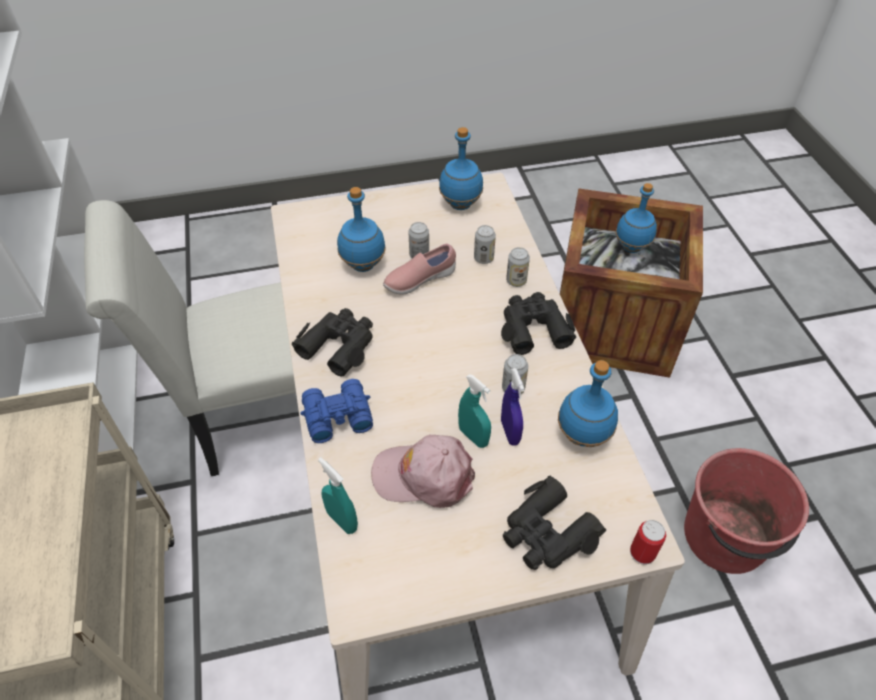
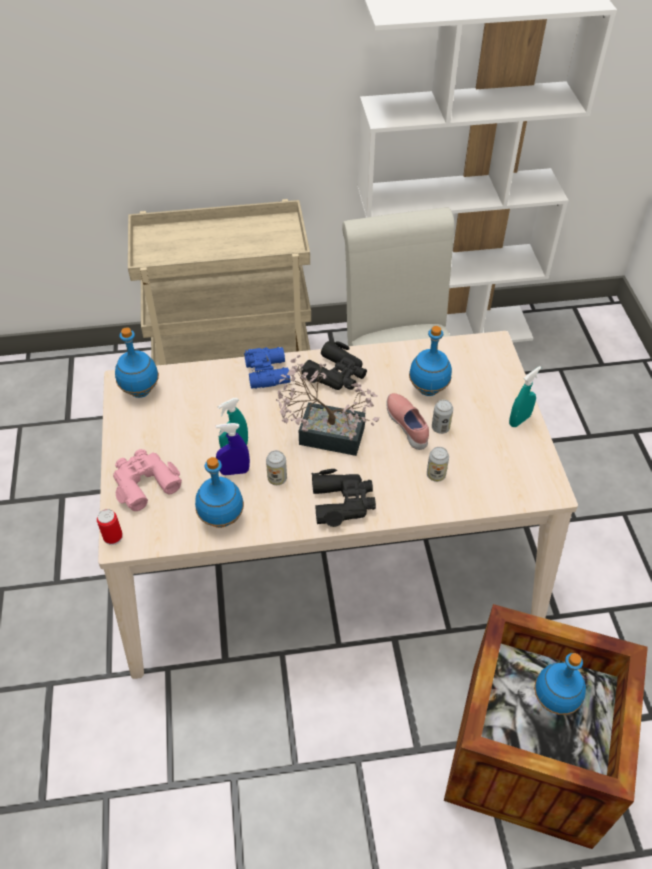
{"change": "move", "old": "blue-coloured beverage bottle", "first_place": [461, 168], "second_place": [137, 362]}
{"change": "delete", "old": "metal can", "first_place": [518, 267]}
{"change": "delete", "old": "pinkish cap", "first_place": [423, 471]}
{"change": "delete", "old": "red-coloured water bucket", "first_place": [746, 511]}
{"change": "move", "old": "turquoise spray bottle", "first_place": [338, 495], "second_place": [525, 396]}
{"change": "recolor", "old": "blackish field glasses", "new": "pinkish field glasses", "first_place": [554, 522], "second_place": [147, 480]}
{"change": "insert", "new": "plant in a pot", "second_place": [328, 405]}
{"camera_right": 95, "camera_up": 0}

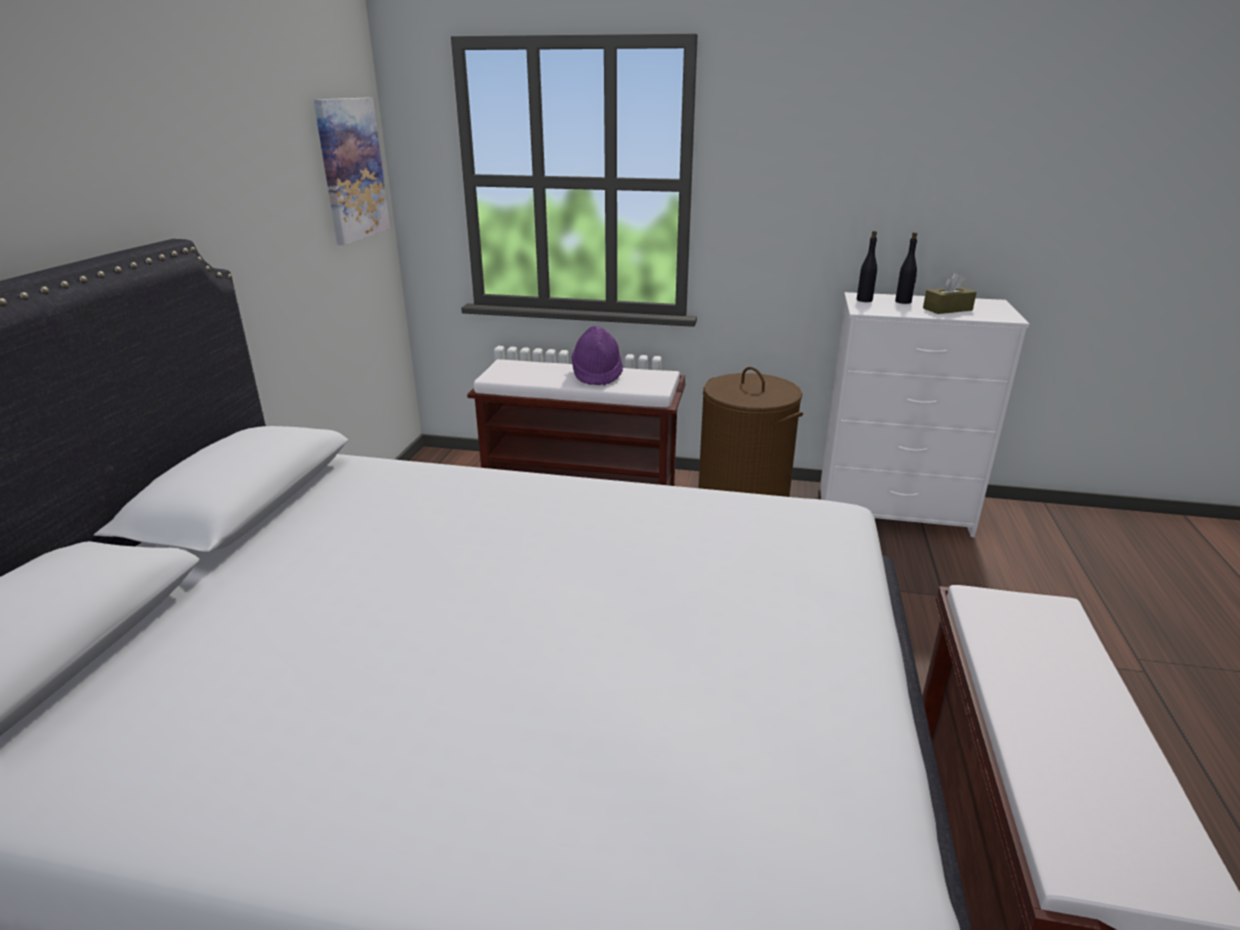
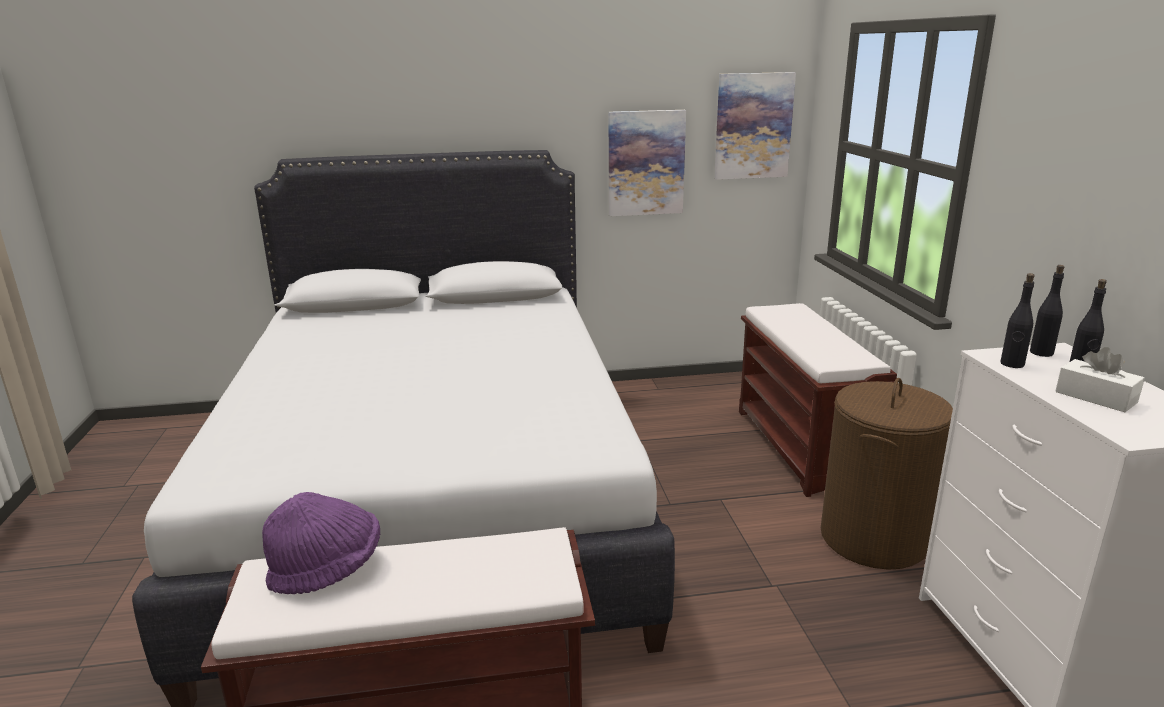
{"change": "recolor", "old": "brown-coloured tissue holder", "new": "white tissue holder", "first_place": [950, 293], "second_place": [1100, 379]}
{"change": "move", "old": "purplish wearable hat", "first_place": [597, 356], "second_place": [321, 543]}
{"change": "insert", "new": "wall picture", "second_place": [647, 163]}
{"change": "insert", "new": "blackish beverage bottle", "second_place": [1017, 320]}
{"camera_right": 70, "camera_up": -5}

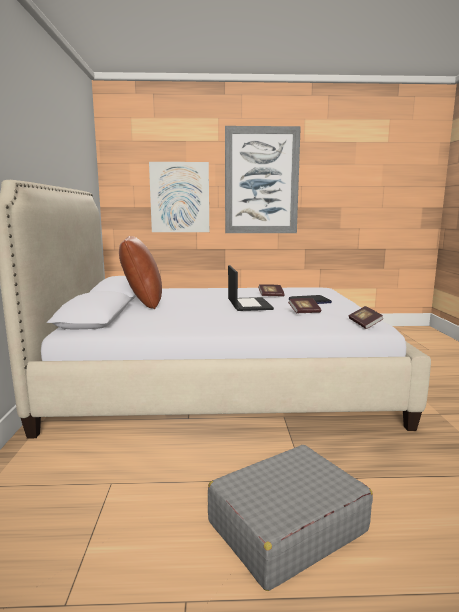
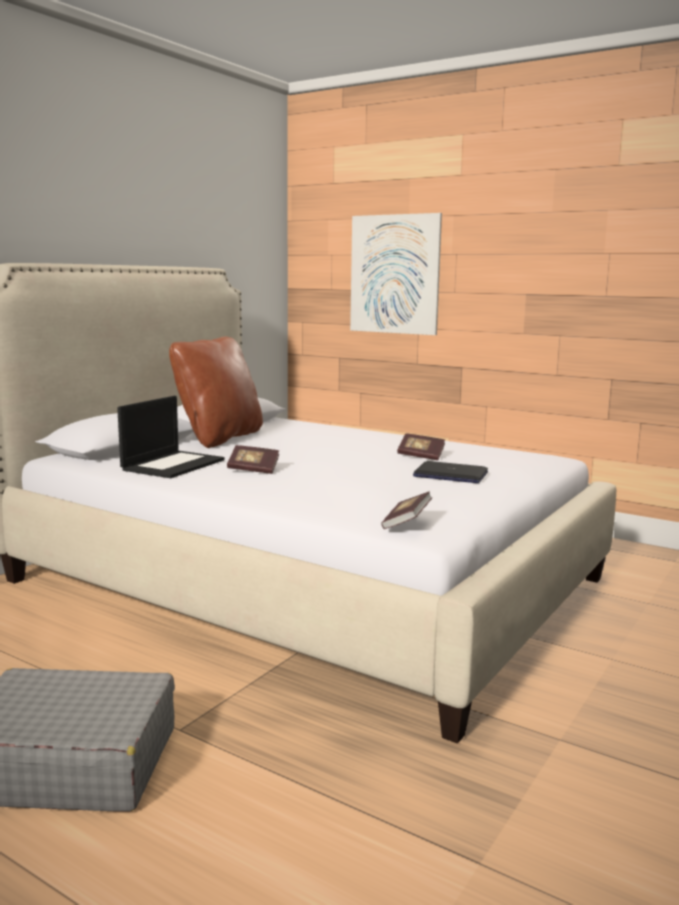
{"change": "delete", "old": "wall picture", "first_place": [263, 179]}
{"change": "move", "old": "laptop", "first_place": [251, 288], "second_place": [171, 437]}
{"change": "move", "old": "volume", "first_place": [305, 305], "second_place": [253, 459]}
{"camera_right": 35, "camera_up": 0}

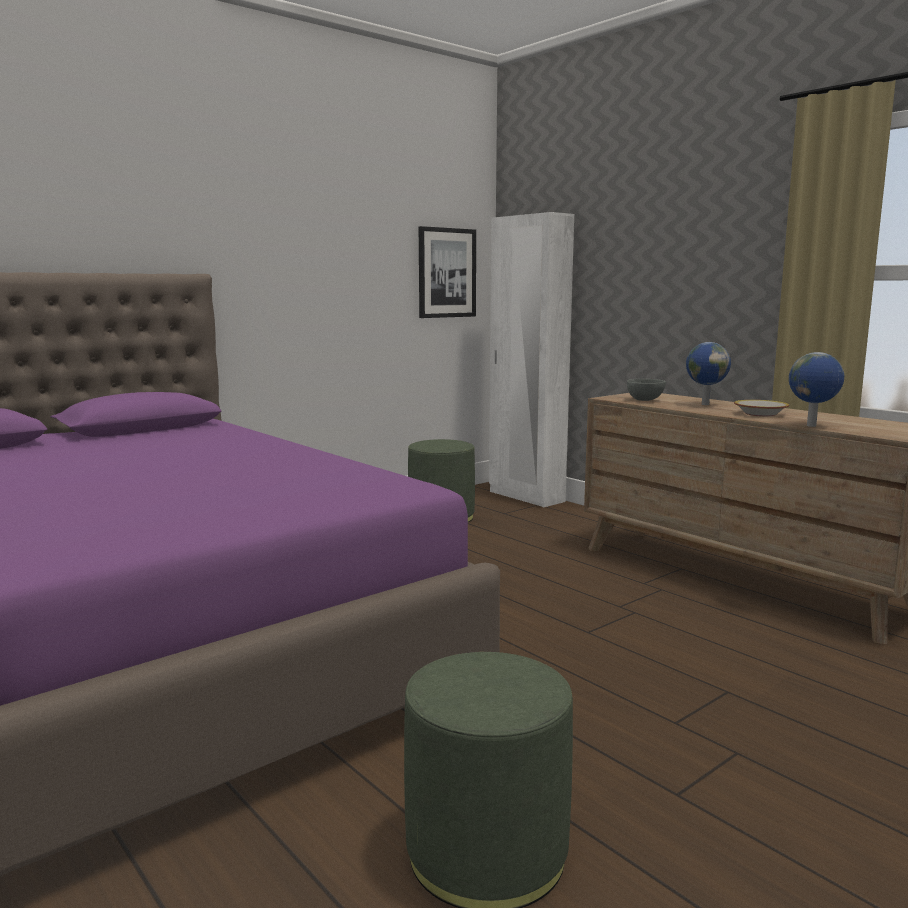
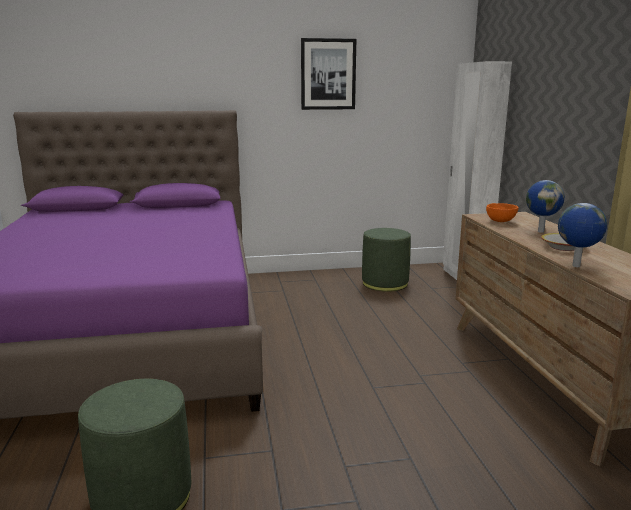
{"change": "move", "old": "wall picture", "first_place": [447, 272], "second_place": [328, 74]}
{"change": "recolor", "old": "grey bowl", "new": "orange bowl", "first_place": [646, 390], "second_place": [502, 212]}
{"camera_right": 30, "camera_up": 5}

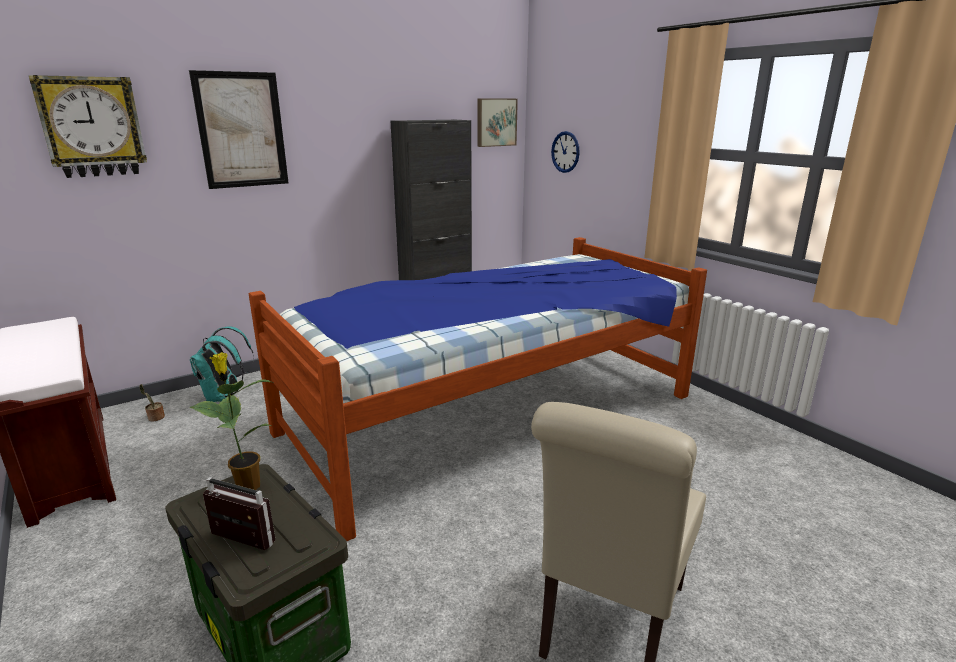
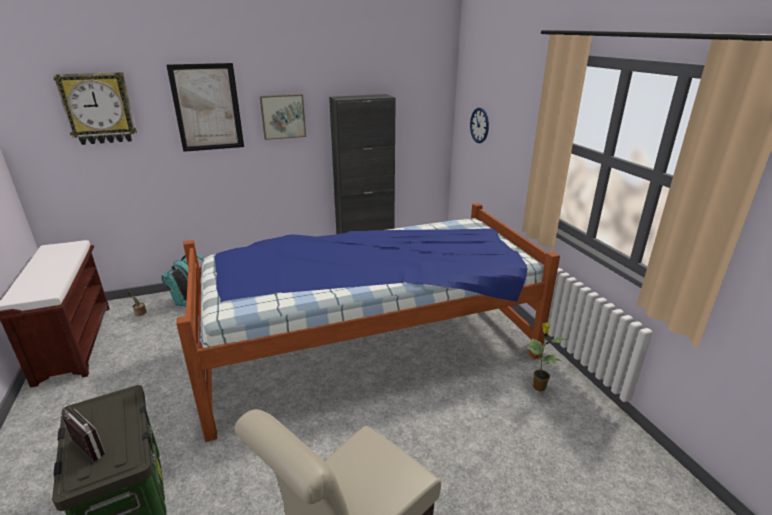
{"change": "move", "old": "wall picture", "first_place": [498, 122], "second_place": [283, 117]}
{"change": "move", "old": "plant in a pot", "first_place": [230, 421], "second_place": [546, 357]}
{"camera_right": 15, "camera_up": 5}

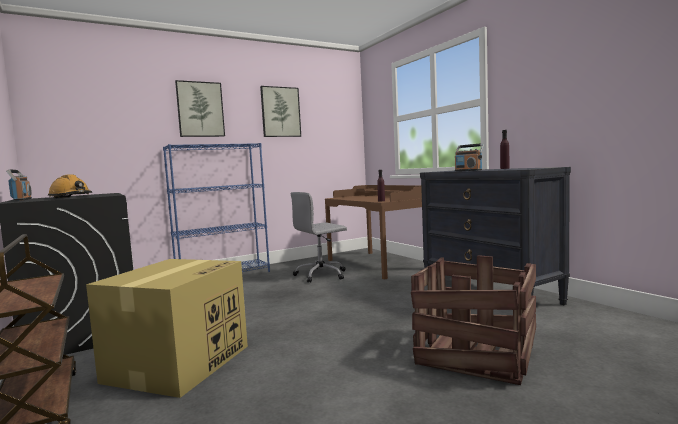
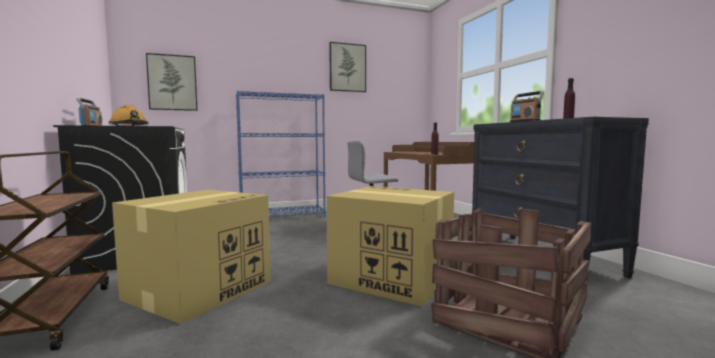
{"change": "move", "old": "wall picture", "first_place": [200, 108], "second_place": [172, 82]}
{"change": "insert", "new": "cardboard box", "second_place": [390, 246]}
{"camera_right": 10, "camera_up": 0}

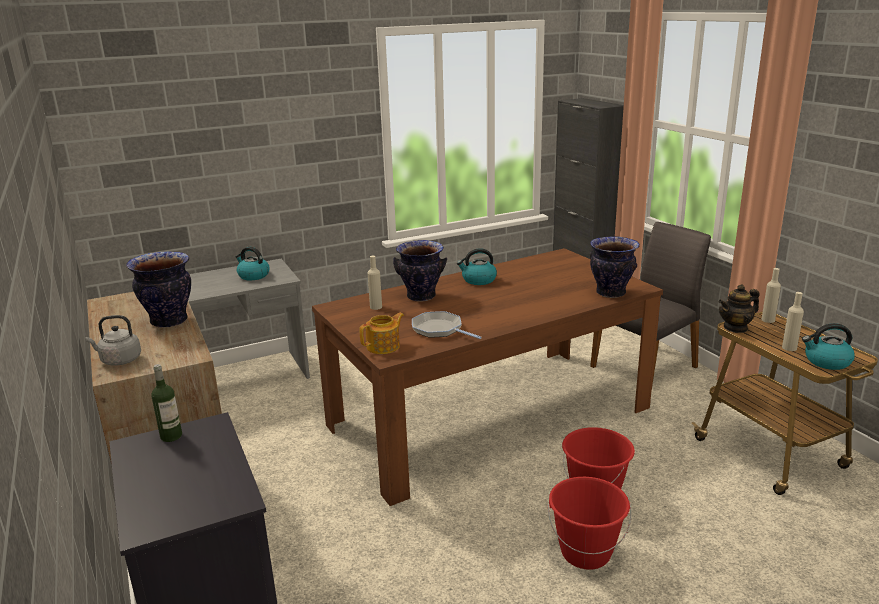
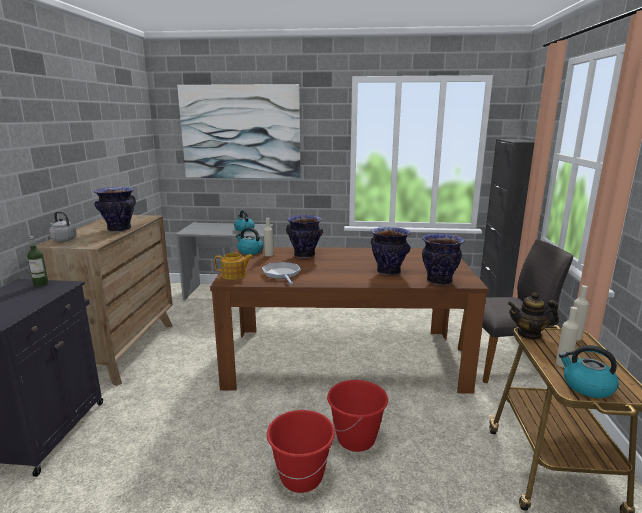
{"change": "move", "old": "water kettle", "first_place": [477, 266], "second_place": [249, 241]}
{"change": "insert", "new": "wall picture", "second_place": [239, 131]}
{"change": "insert", "new": "vase", "second_place": [391, 251]}
{"camera_right": 30, "camera_up": -5}

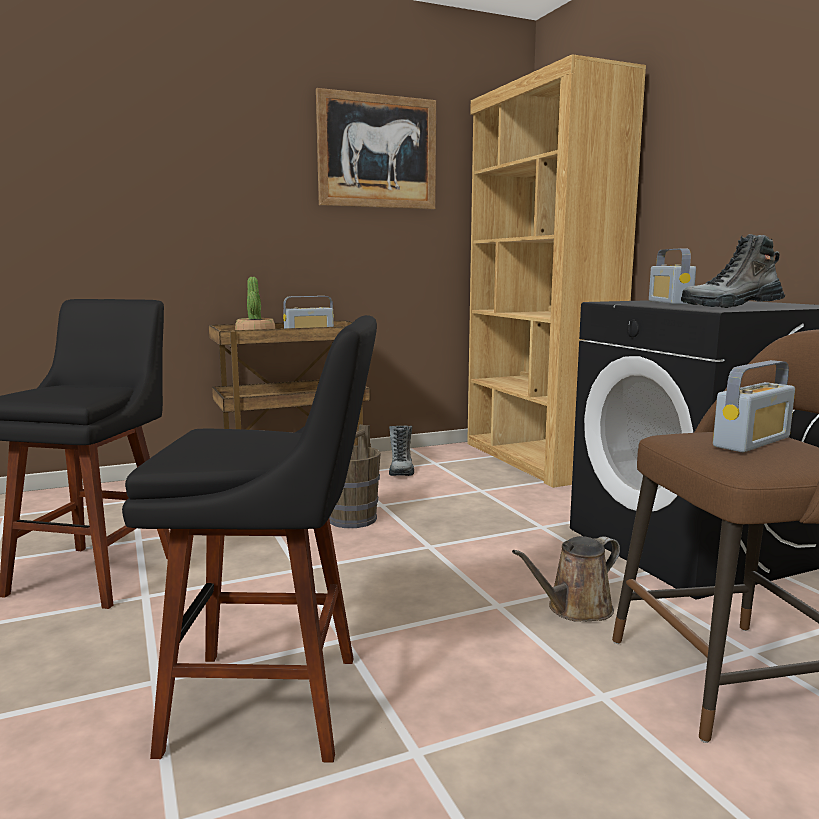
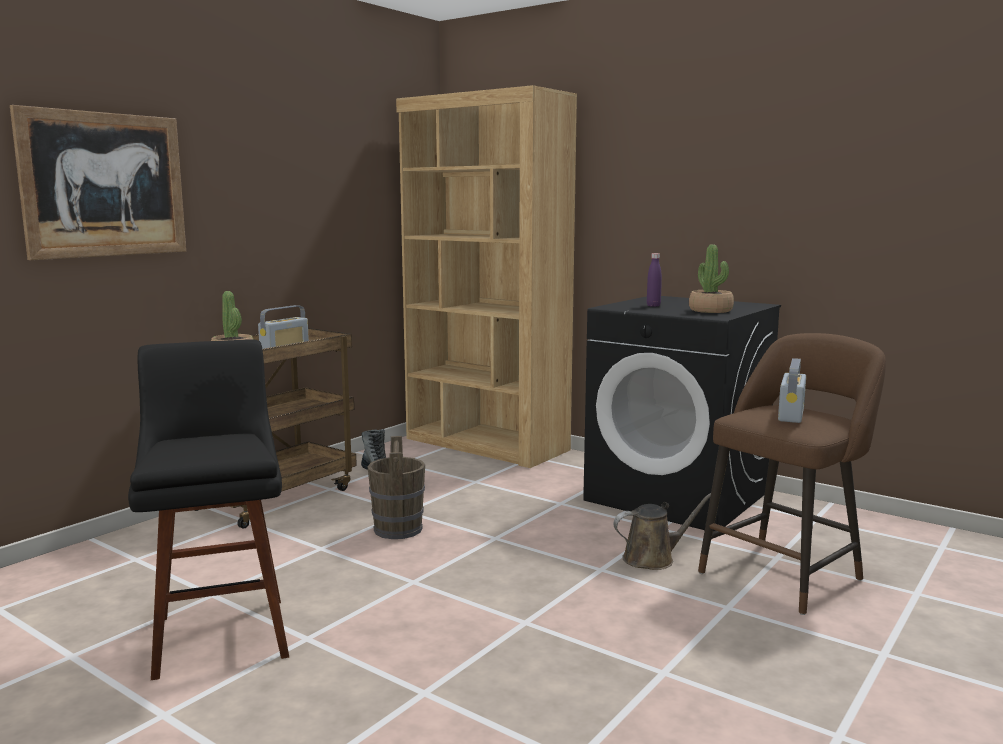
{"change": "move", "old": "wall picture", "first_place": [376, 148], "second_place": [98, 182]}
{"change": "replace", "old": "boot", "new": "plant in a pot", "first_place": [733, 271], "second_place": [711, 278]}
{"change": "replace", "old": "radio set", "new": "purplish beverage bottle", "first_place": [672, 276], "second_place": [654, 280]}
{"change": "delete", "old": "blackish sitting stool", "first_place": [249, 539]}
{"change": "rotate", "old": "brown-coloured watering pot", "first_place": [566, 579], "second_place": [662, 531], "degrees": -135}
{"camera_right": -30, "camera_up": 0}

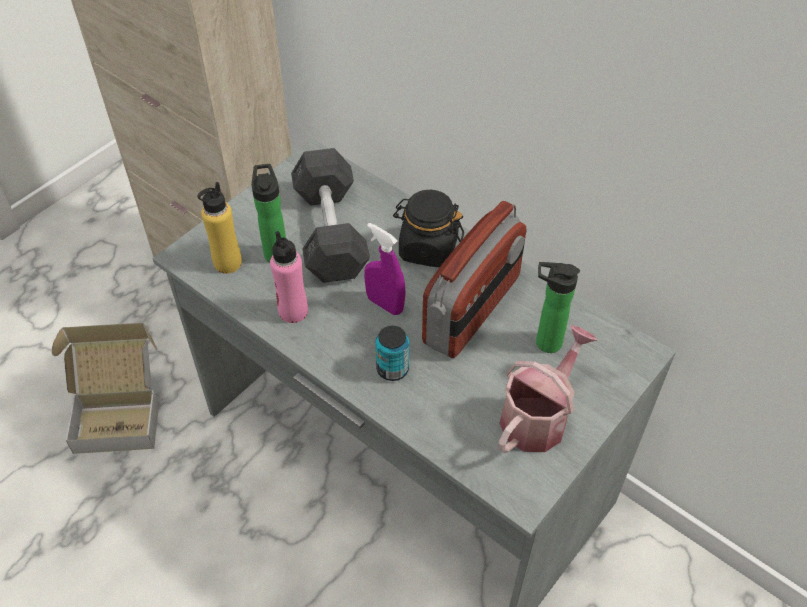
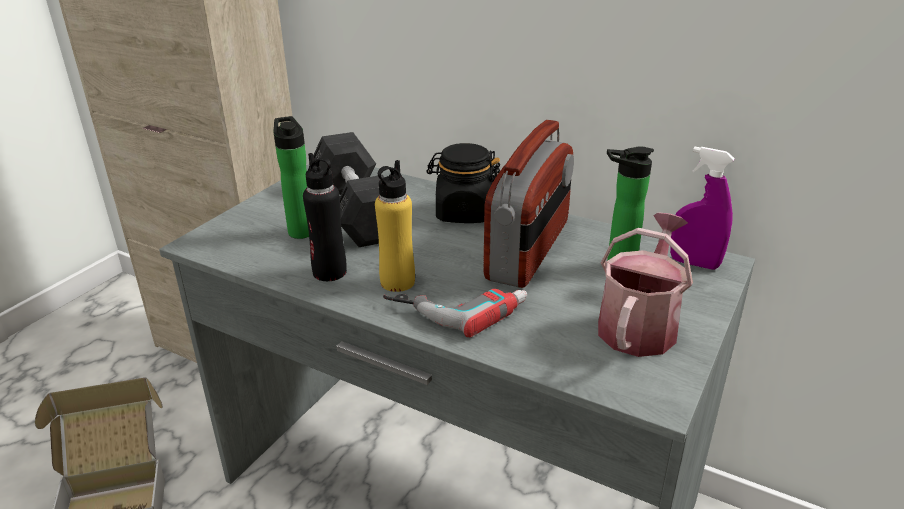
{"change": "move", "old": "yellow-coloured beverage bottle", "first_place": [220, 228], "second_place": [395, 226]}
{"change": "move", "old": "purplish spray bottle", "first_place": [385, 269], "second_place": [702, 208]}
{"change": "recolor", "old": "pinkish beverage bottle", "new": "blackish beverage bottle", "first_place": [289, 277], "second_place": [325, 217]}
{"change": "replace", "old": "metal can", "new": "drill", "first_place": [392, 353], "second_place": [455, 313]}
{"camera_right": -10, "camera_up": -20}

